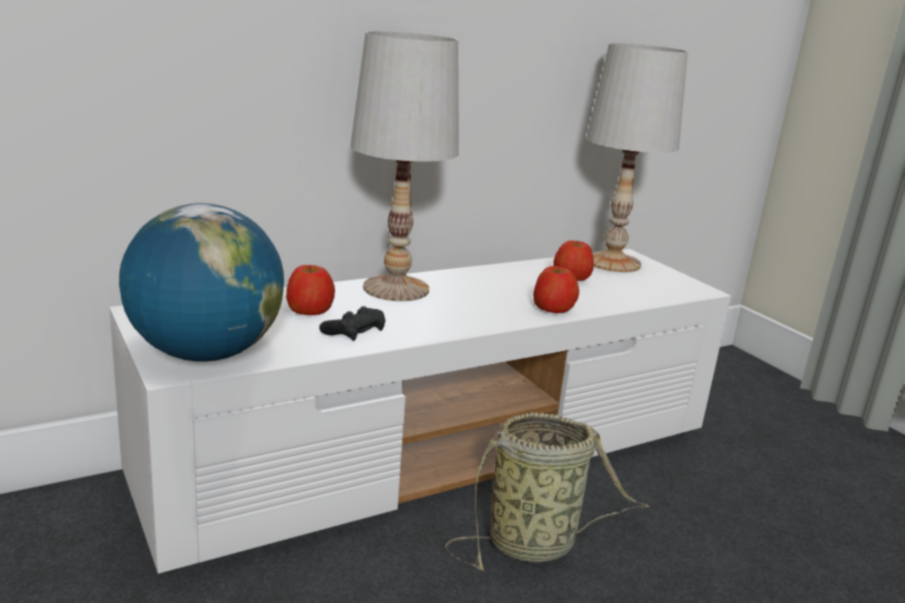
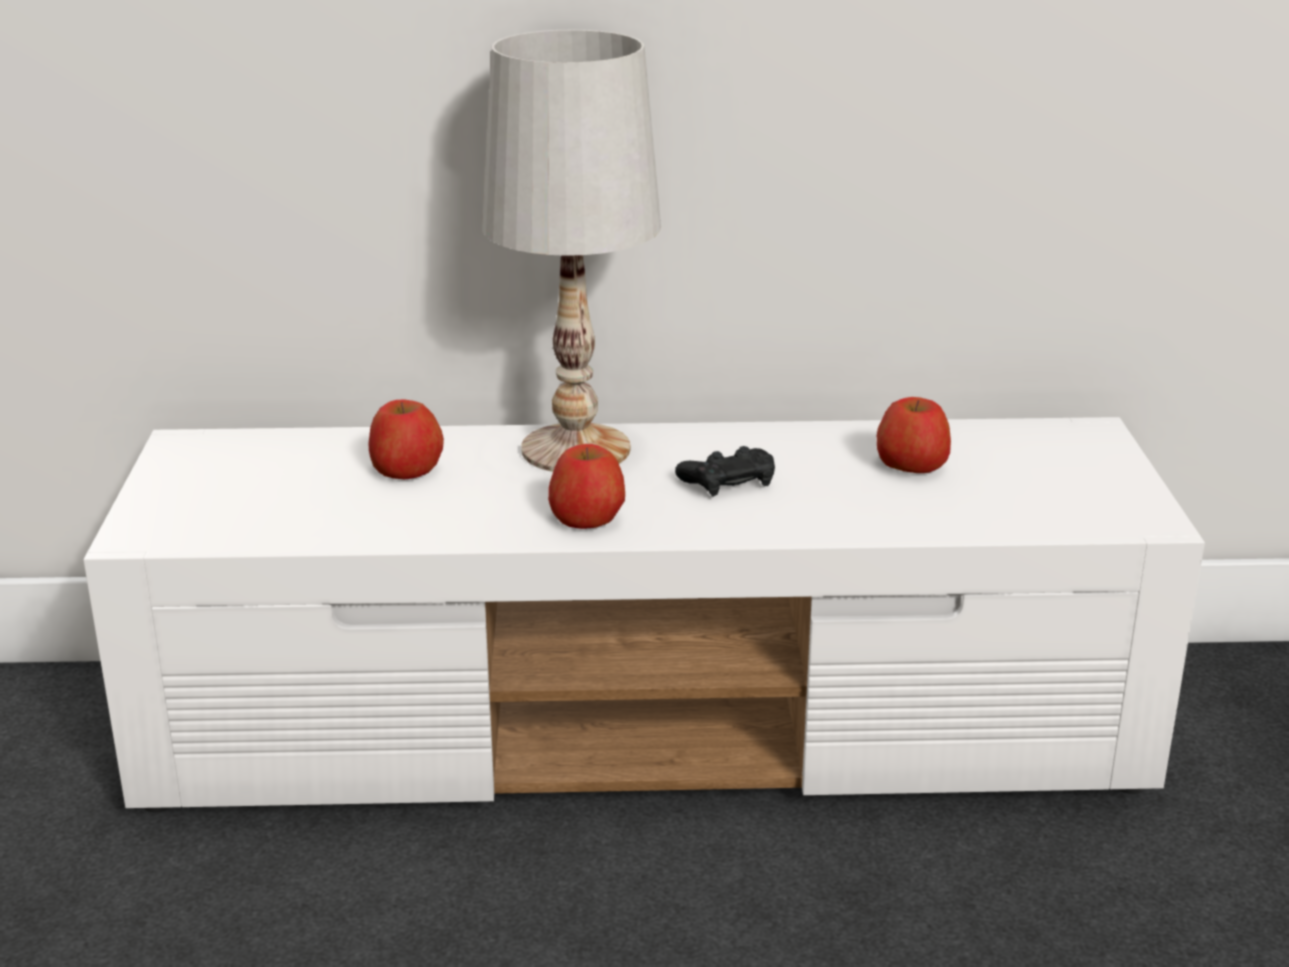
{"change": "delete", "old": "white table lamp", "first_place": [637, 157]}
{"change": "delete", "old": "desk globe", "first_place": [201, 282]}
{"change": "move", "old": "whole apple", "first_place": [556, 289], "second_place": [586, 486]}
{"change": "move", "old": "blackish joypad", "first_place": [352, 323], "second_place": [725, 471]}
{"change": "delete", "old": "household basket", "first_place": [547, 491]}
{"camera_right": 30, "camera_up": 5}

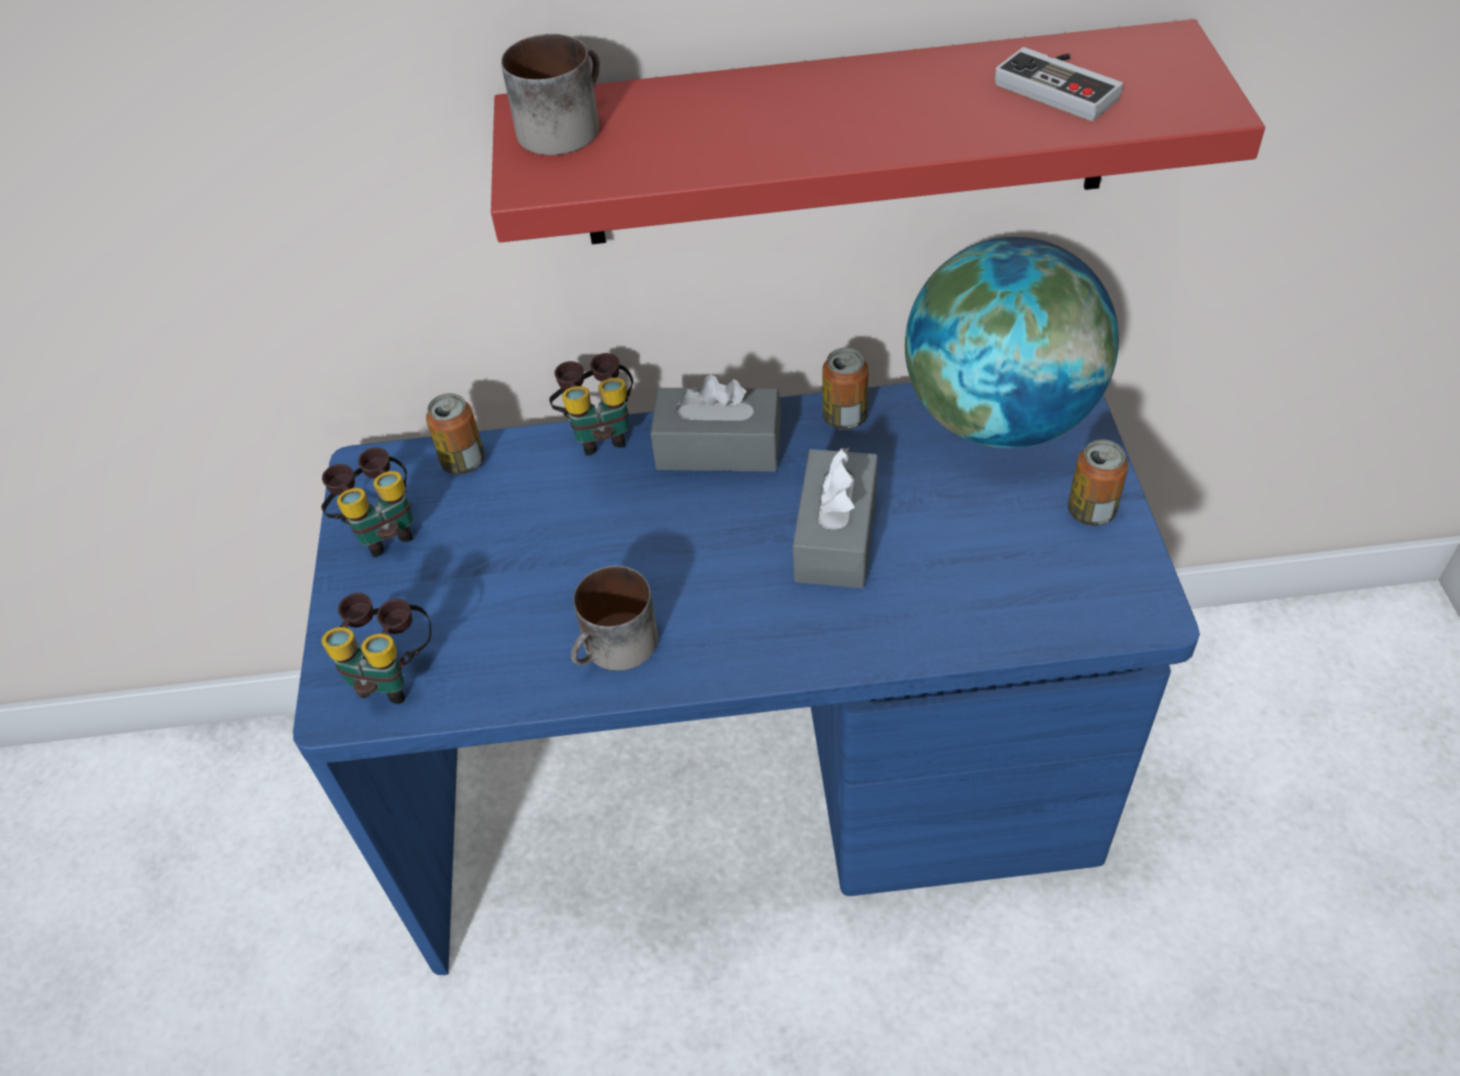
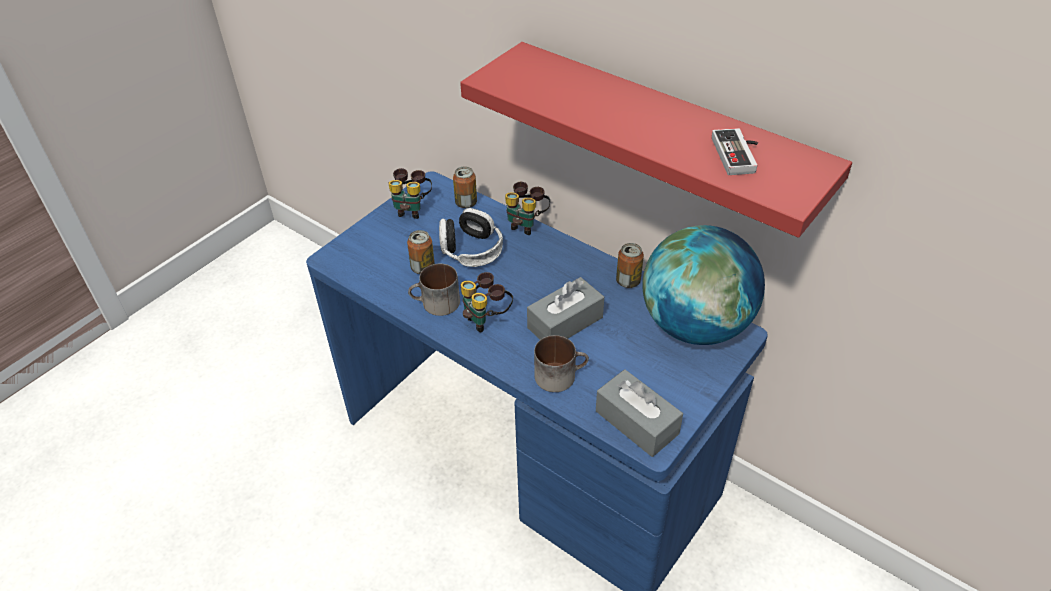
{"change": "move", "old": "tea mug", "first_place": [550, 94], "second_place": [561, 363]}
{"change": "move", "old": "grey tissue holder", "first_place": [715, 423], "second_place": [639, 413]}
{"change": "move", "old": "metal can", "first_place": [1098, 482], "second_place": [421, 252]}
{"change": "move", "old": "field glasses", "first_place": [376, 648], "second_place": [487, 302]}
{"change": "insert", "new": "pair of headphones", "second_place": [471, 237]}
{"camera_right": 40, "camera_up": -5}

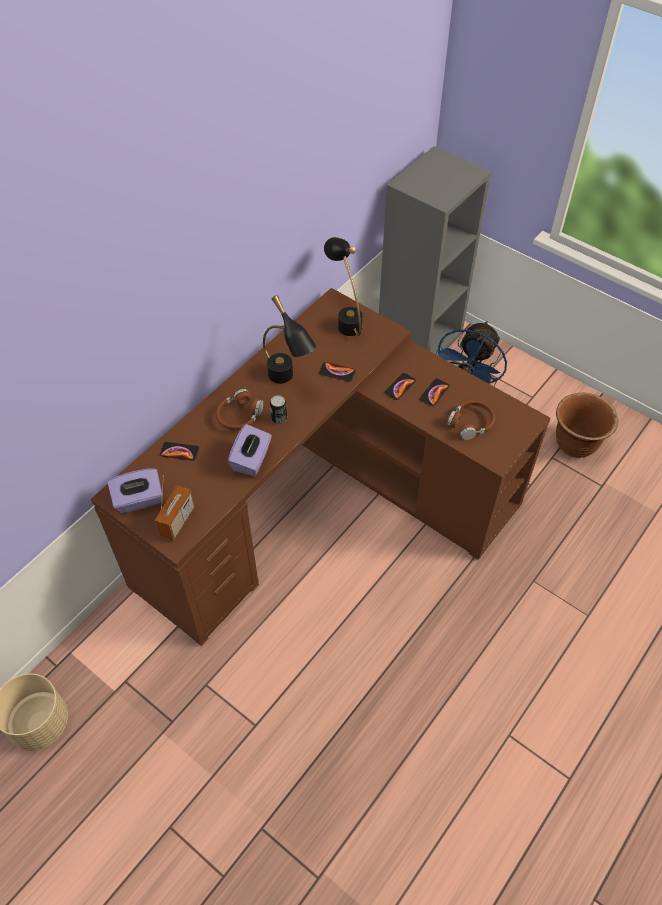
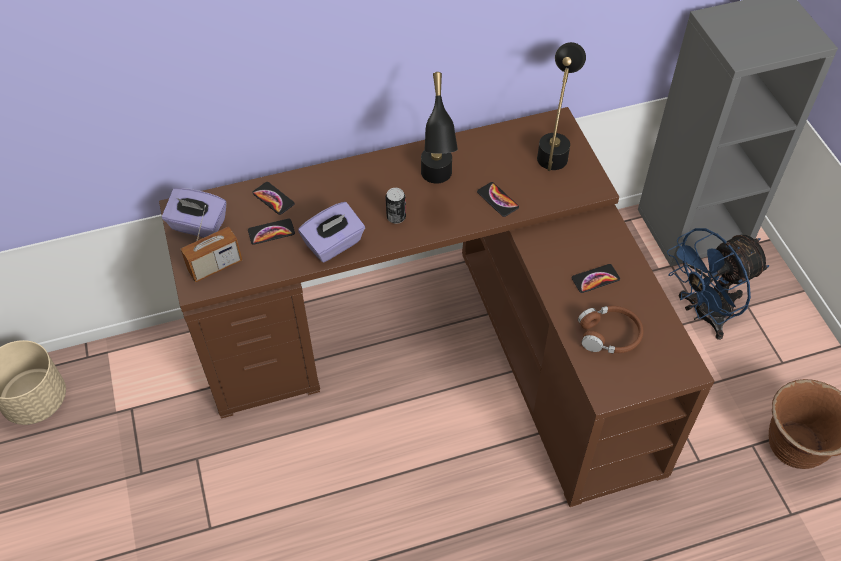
{"change": "move", "old": "phone", "first_place": [400, 386], "second_place": [271, 232]}
{"change": "delete", "old": "brown-coloured pair of headphones", "first_place": [239, 409]}
{"camera_right": 35, "camera_up": 0}

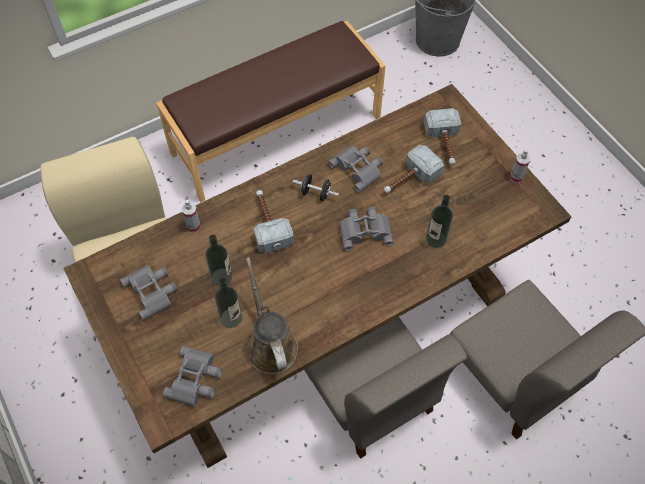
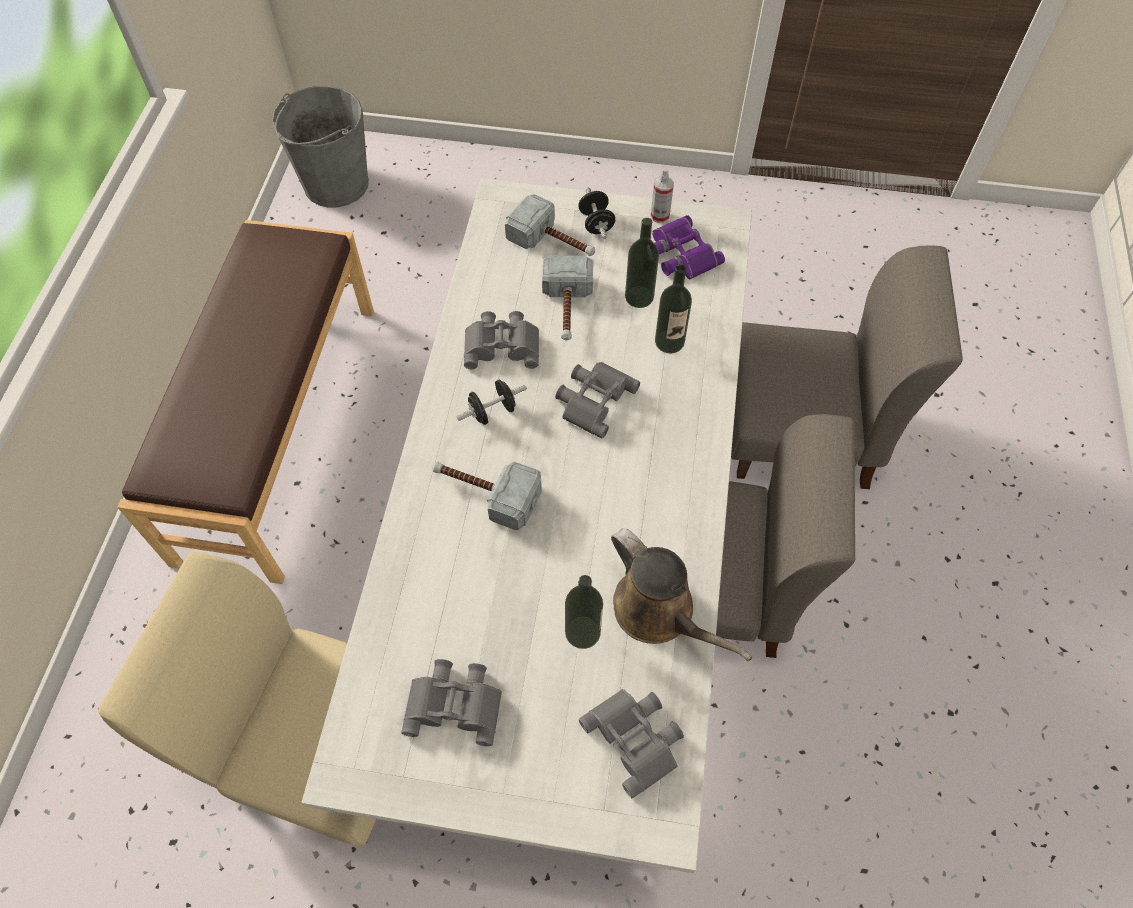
{"change": "recolor", "old": "brown-coloured dinner table", "new": "white dinner table", "first_place": [317, 276], "second_place": [527, 525]}
{"change": "delete", "old": "spray bottle", "first_place": [191, 216]}
{"change": "move", "old": "beverage bottle", "first_place": [218, 260], "second_place": [642, 263]}
{"change": "rotate", "old": "brown-coloured watering pot", "first_place": [272, 315], "second_place": [681, 594], "degrees": -150}
{"change": "insert", "new": "blackish dumbbell", "second_place": [596, 213]}
{"change": "insert", "new": "purplish field glasses", "second_place": [688, 247]}
{"camera_right": -50, "camera_up": 0}

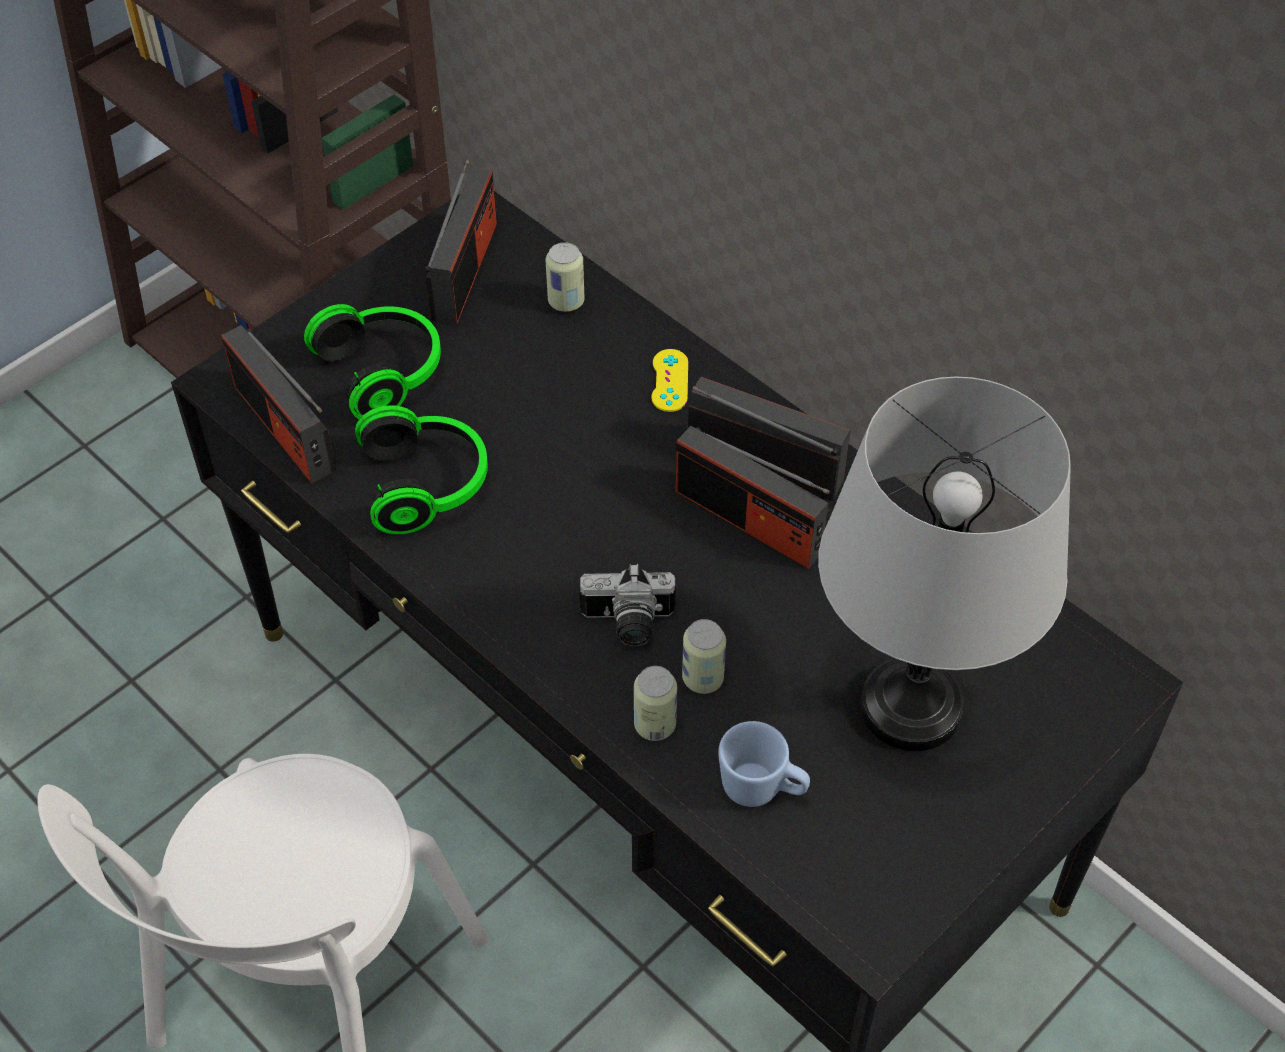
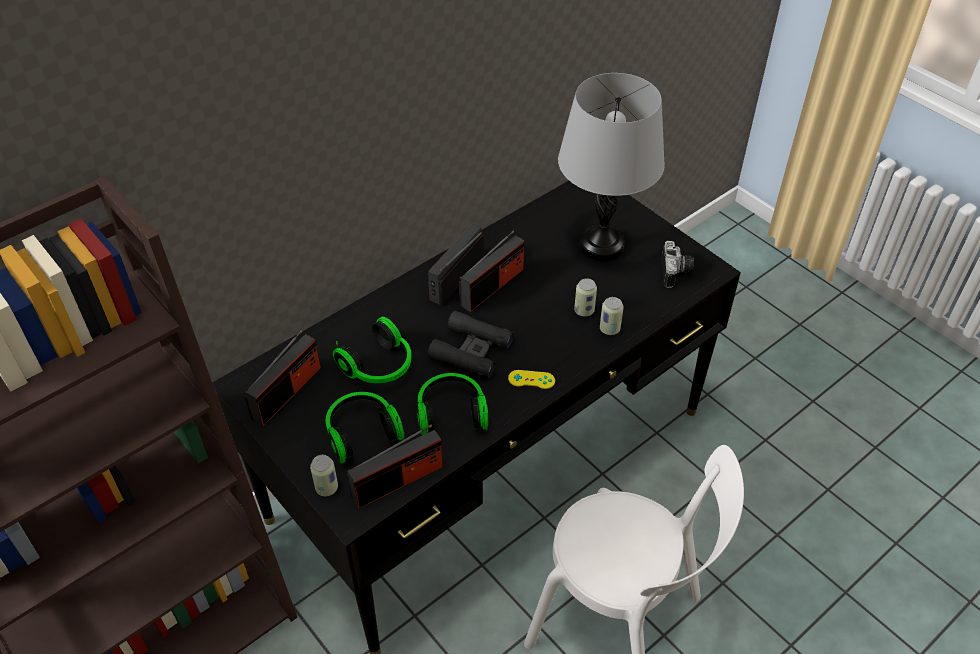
{"change": "rotate", "old": "radio set", "first_place": [461, 242], "second_place": [282, 378], "degrees": 105}
{"change": "move", "old": "metal can", "first_place": [565, 277], "second_place": [324, 475]}
{"change": "move", "old": "yellow-coloured joypad", "first_place": [669, 380], "second_place": [531, 379]}
{"change": "move", "old": "still camera", "first_place": [627, 605], "second_place": [678, 264]}
{"change": "delete", "old": "blue-coloured tea mug", "first_place": [764, 764]}
{"change": "insert", "new": "blackish field glasses", "second_place": [471, 344]}
{"change": "insert", "new": "pair of headphones", "second_place": [372, 350]}
{"camera_right": -85, "camera_up": -5}

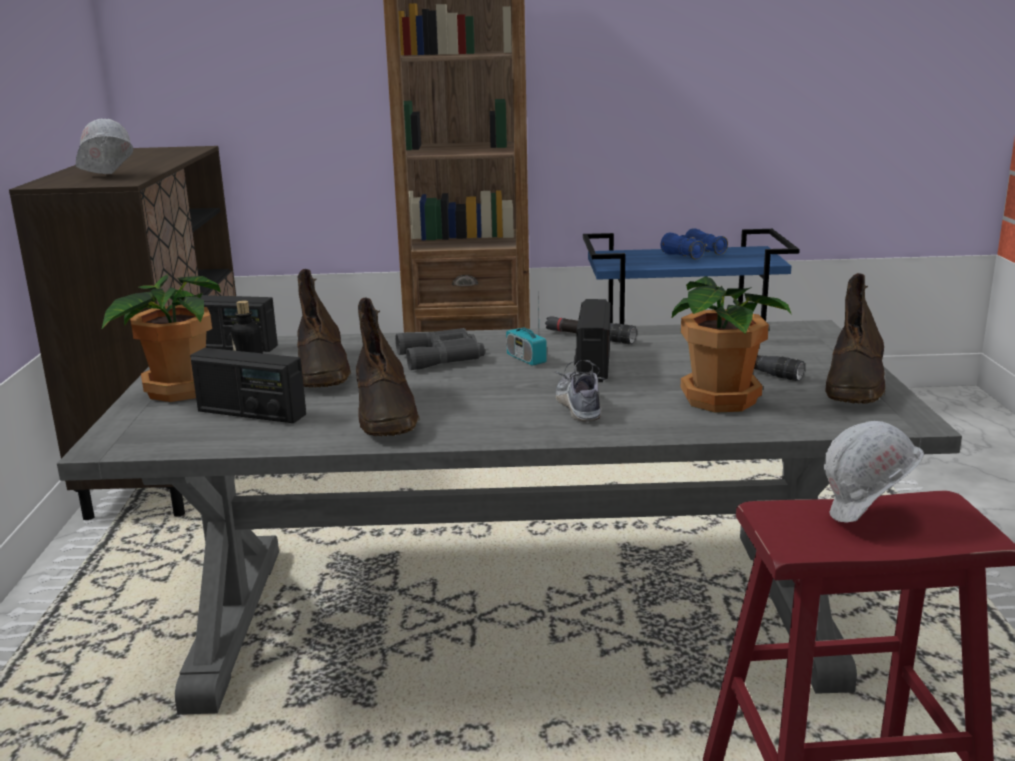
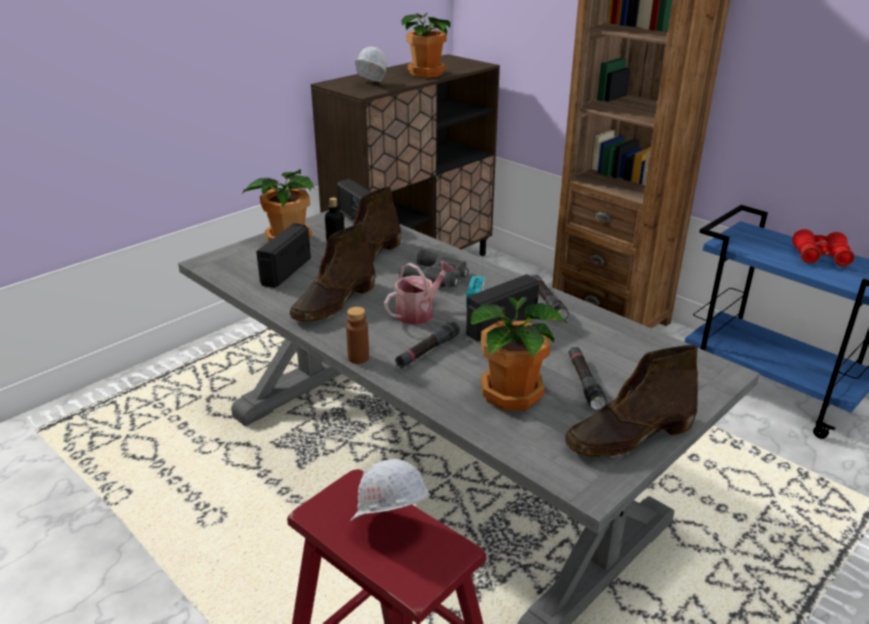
{"change": "recolor", "old": "blue-coloured field glasses", "new": "red-coloured field glasses", "first_place": [694, 243], "second_place": [823, 248]}
{"change": "rotate", "old": "radio set", "first_place": [248, 385], "second_place": [283, 255], "degrees": 45}
{"change": "replace", "old": "item of footwear", "new": "blackish torch", "first_place": [579, 391], "second_place": [427, 344]}
{"change": "insert", "new": "plant in a pot", "second_place": [425, 45]}
{"change": "insert", "new": "watering pot", "second_place": [419, 293]}
{"change": "insert", "new": "brown-coloured beverage bottle", "second_place": [357, 335]}
{"camera_right": 45, "camera_up": 10}

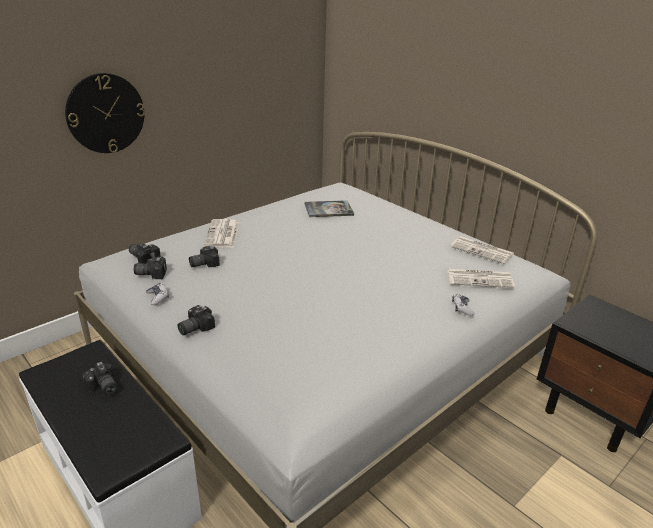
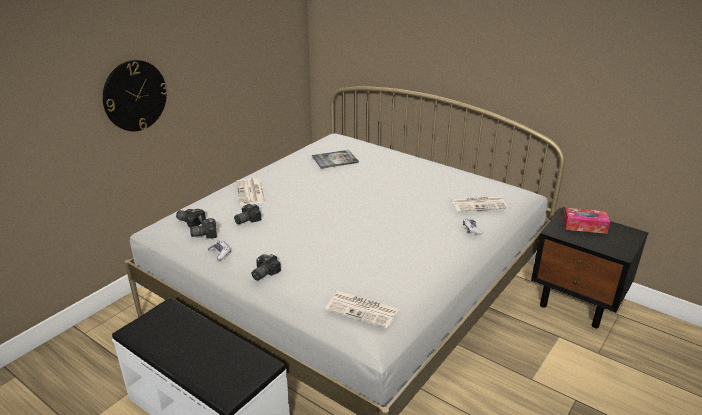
{"change": "move", "old": "printed paper", "first_place": [482, 250], "second_place": [363, 309]}
{"change": "delete", "old": "still camera", "first_place": [100, 378]}
{"change": "insert", "new": "tissue holder", "second_place": [586, 221]}
{"camera_right": -10, "camera_up": 0}

